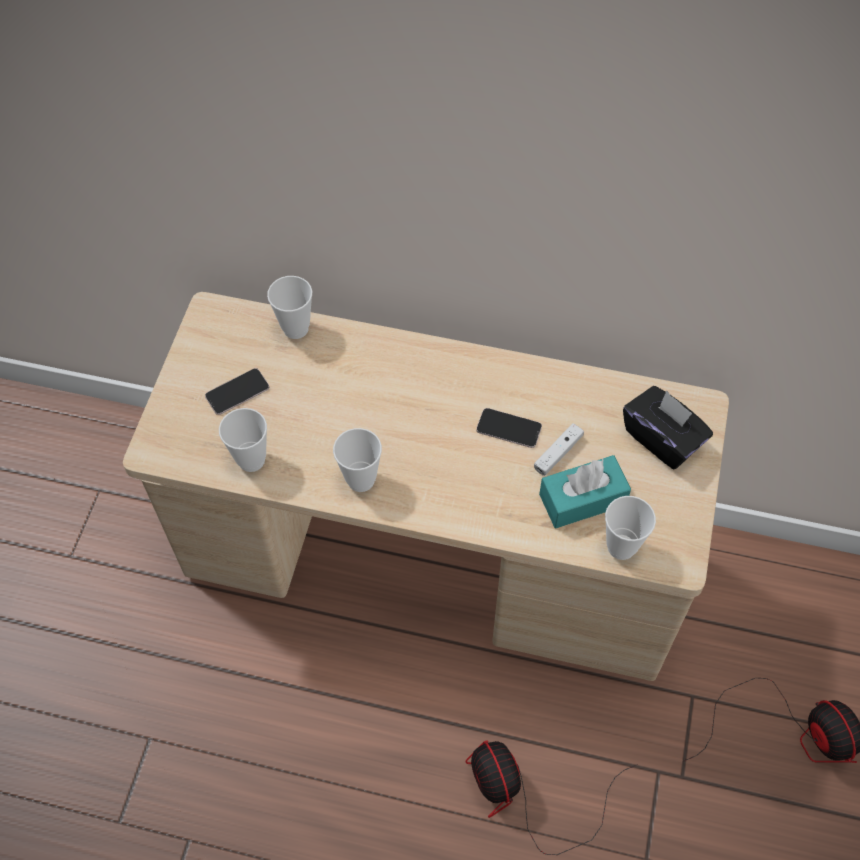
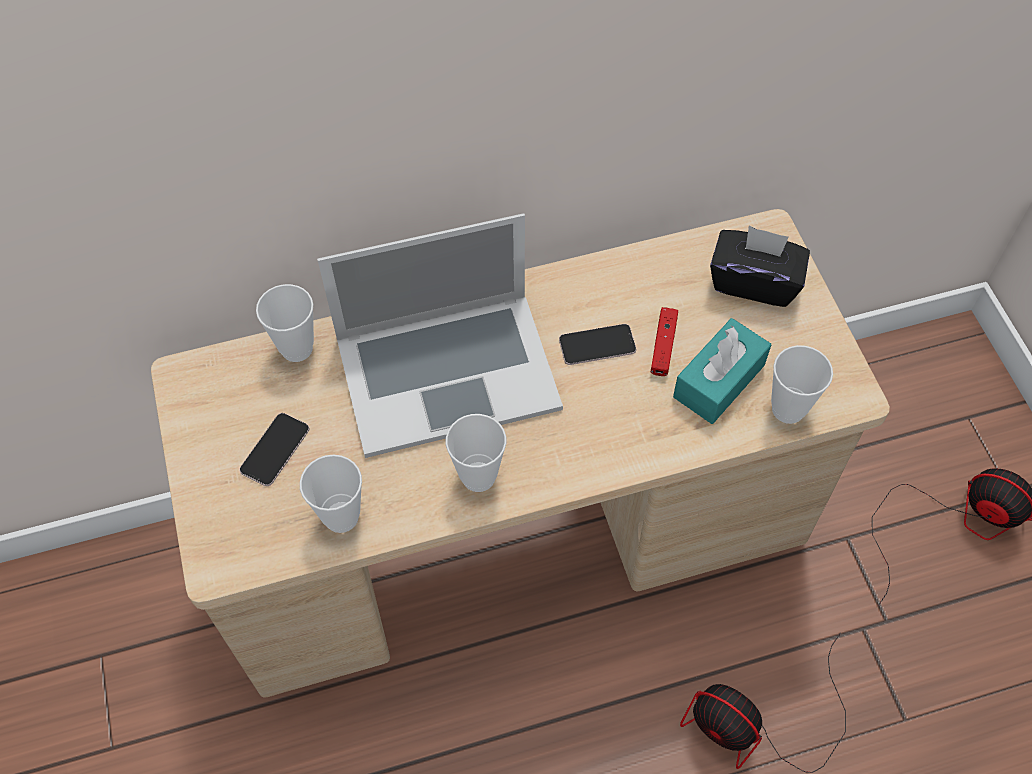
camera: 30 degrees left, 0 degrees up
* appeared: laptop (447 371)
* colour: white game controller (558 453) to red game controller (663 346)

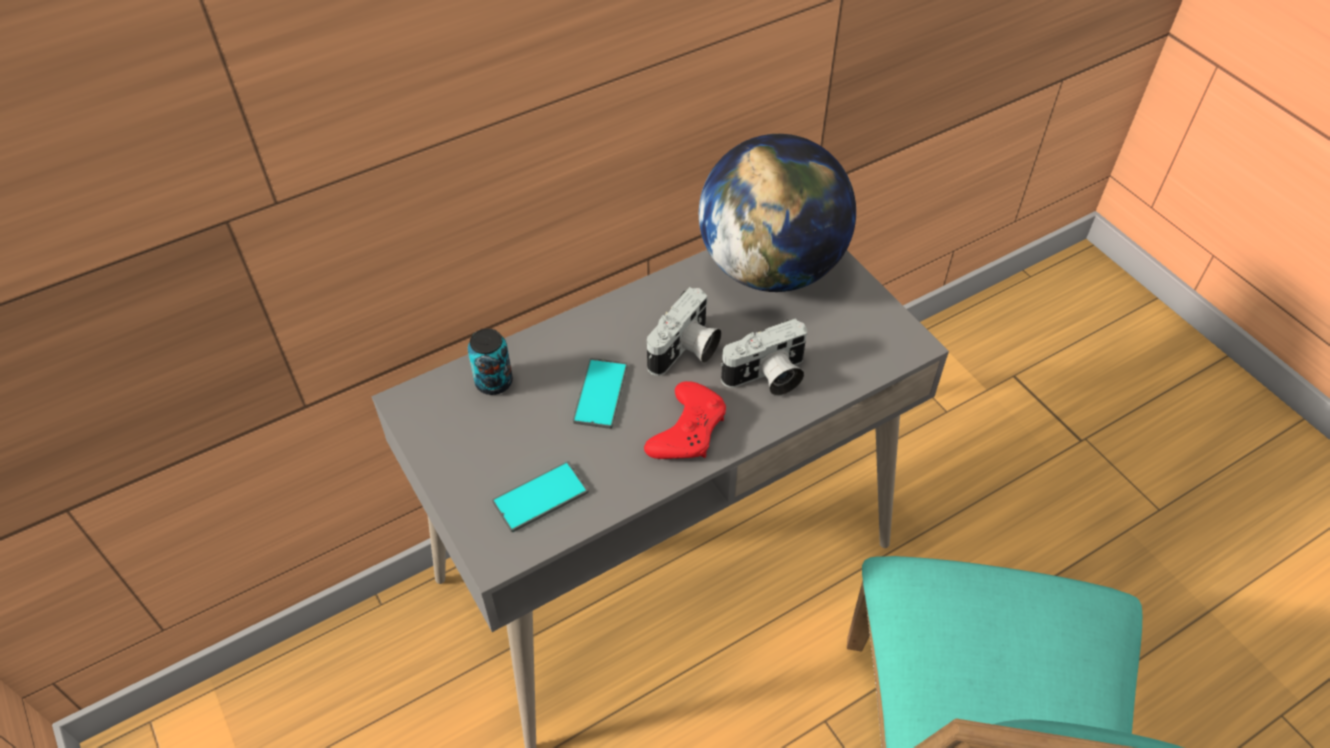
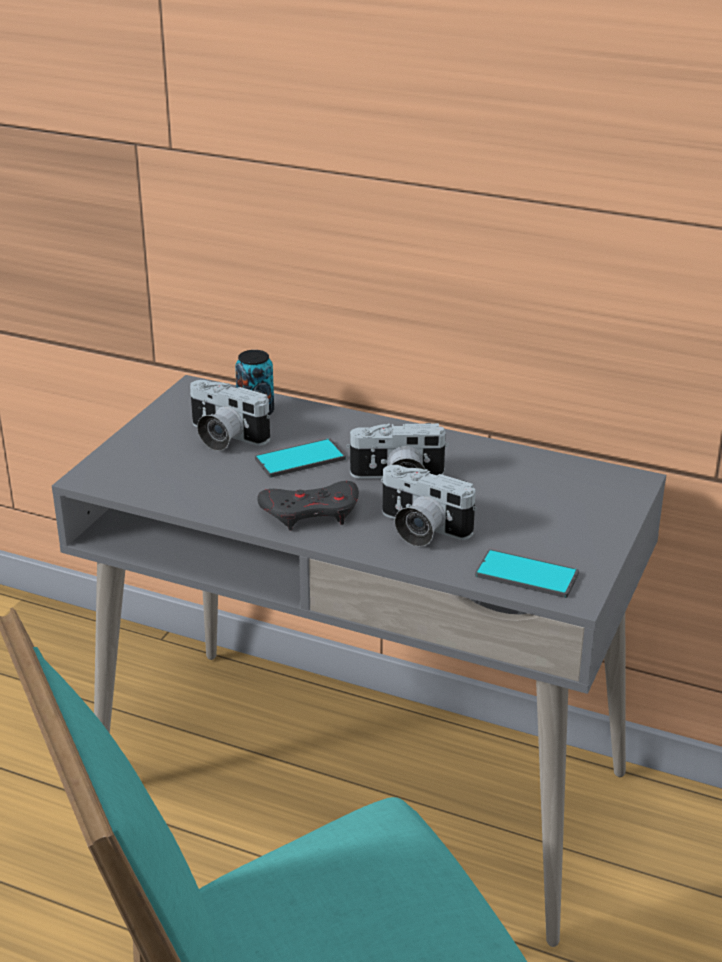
camera: 55 degrees right, 20 degrees down
* missing: globe (771 268)
* appeared: photo camera (223 437)
* relocated: phone (540 497) to (527 575)
* colour: red game controller (688 429) to grey game controller (311 512)

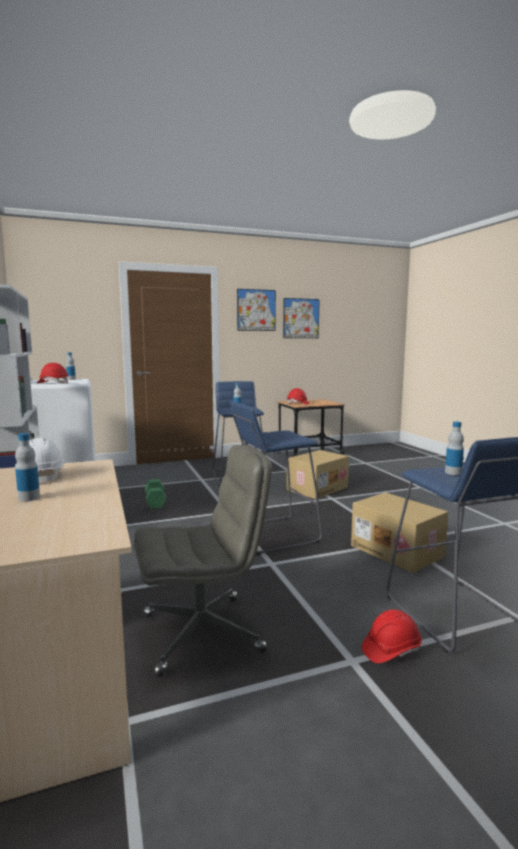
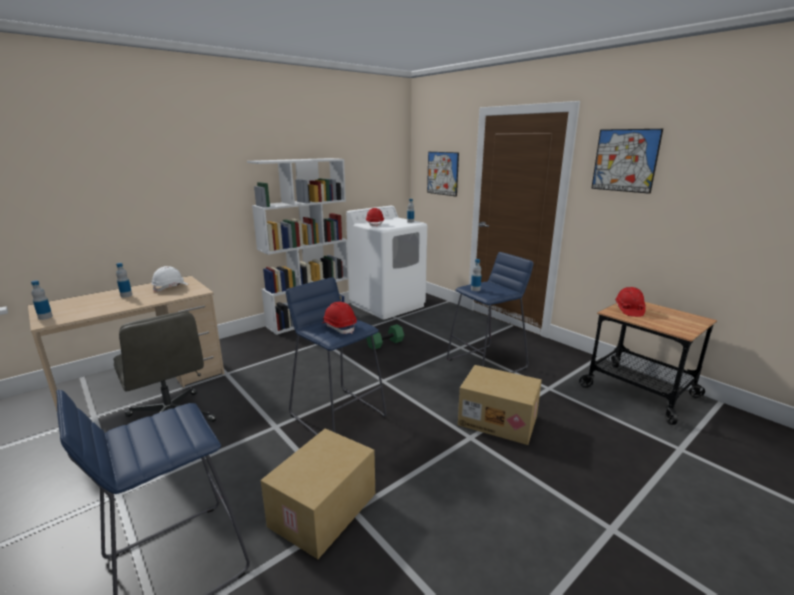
camera: 70 degrees right, 10 degrees up
* relocated: picture (301 318) to (442 173)
* relocated: red hard hat (391 650) to (339 327)
* relocated: bottle (453 472) to (45 317)

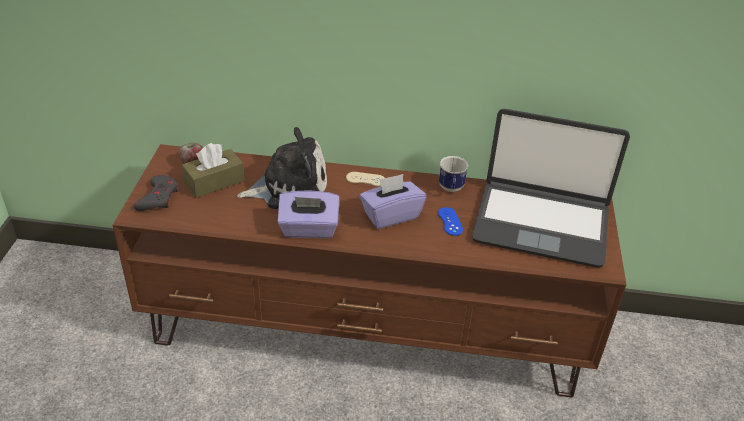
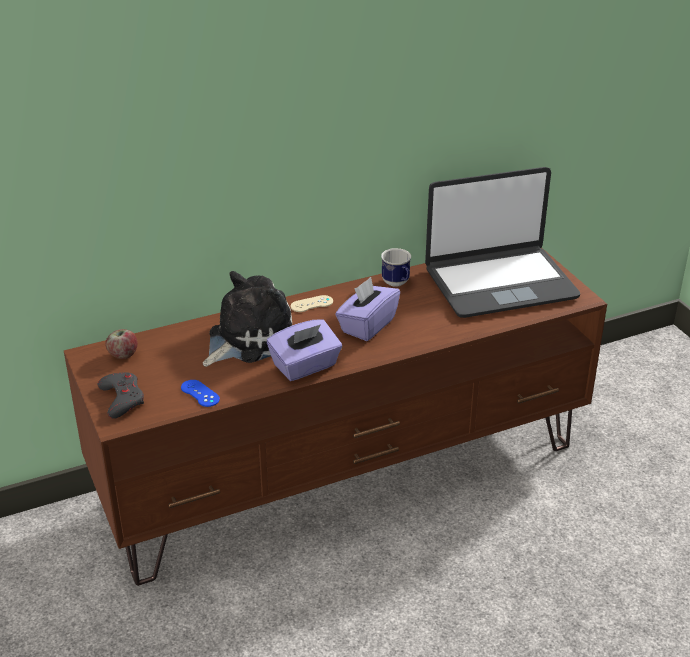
camera: 30 degrees left, 5 degrees down
* missing: brown tissue box (214 182)
* relocated: blue game controller (450 221) to (200 393)

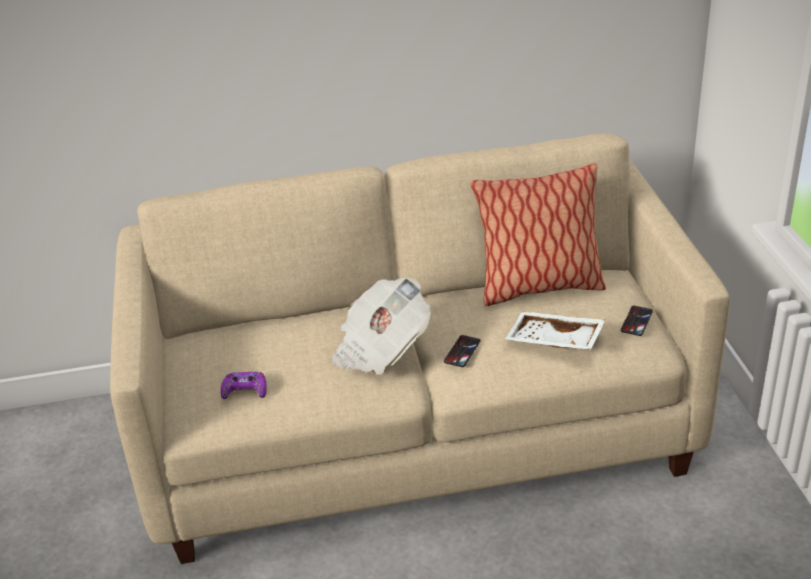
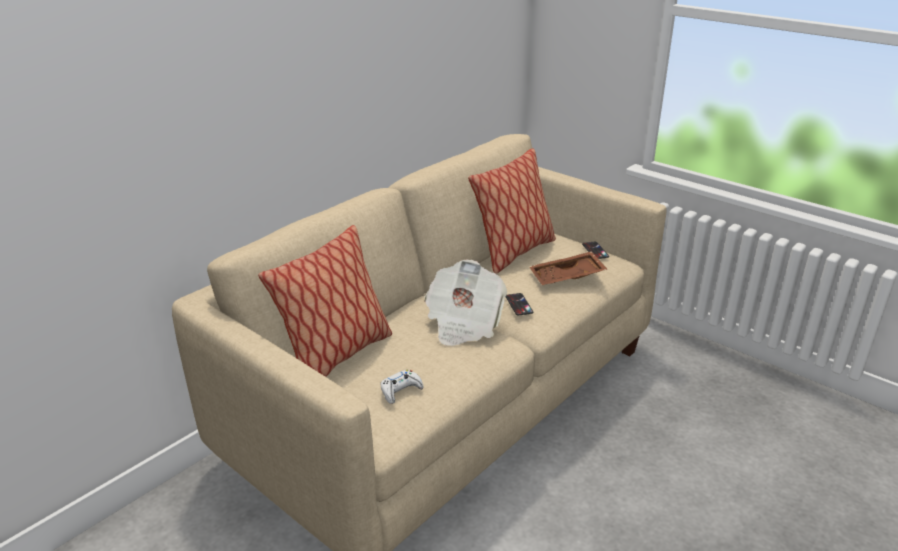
camera: 40 degrees left, 5 degrees down
* appeared: pillow (337 356)
* colour: purple game controller (245 390) to white game controller (400 390)
* colour: white tray (554 341) to brown tray (567 277)

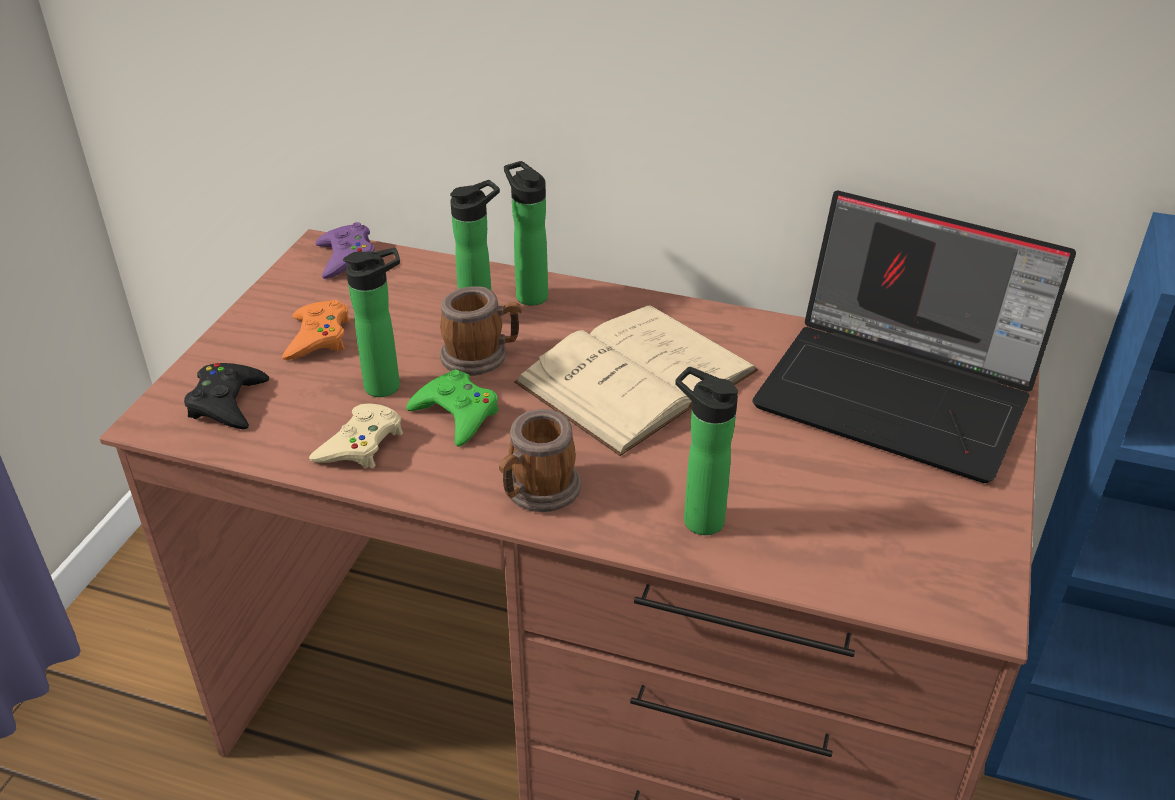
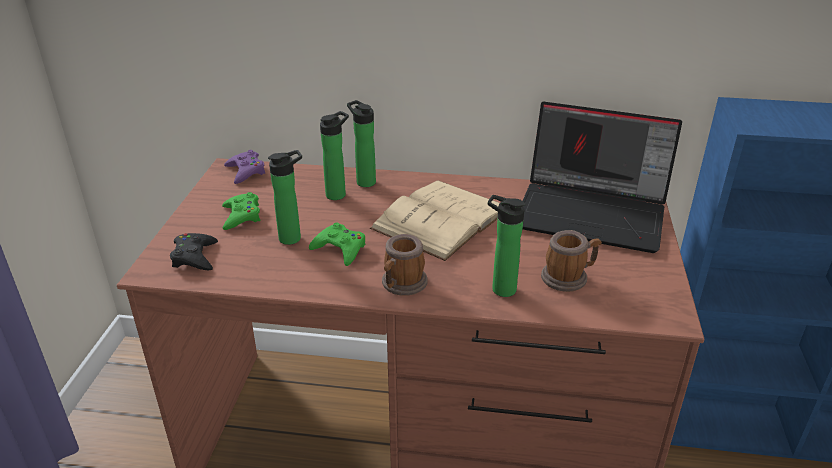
camera: 10 degrees left, 5 degrees down
* missing: beige game controller (360 444)
* relocated: mug (481 356) to (569 277)
* colour: orange game controller (318 337) to green game controller (241 216)

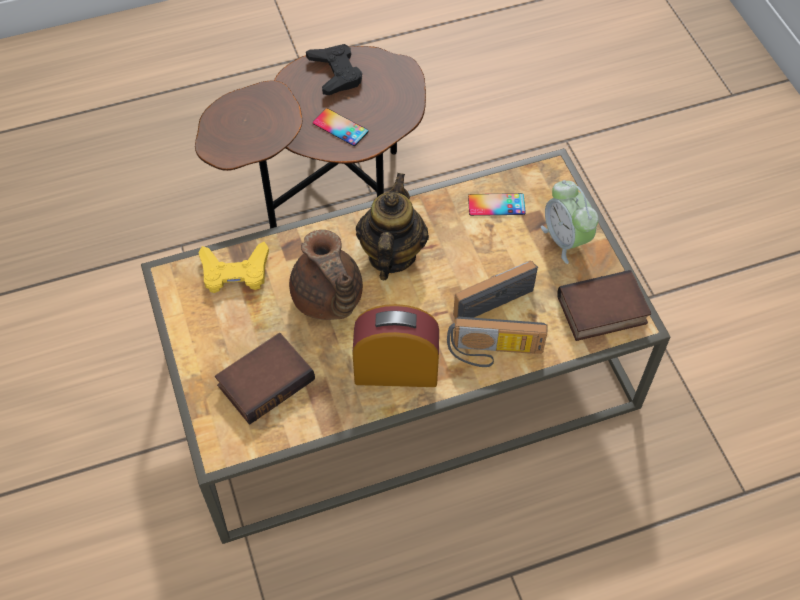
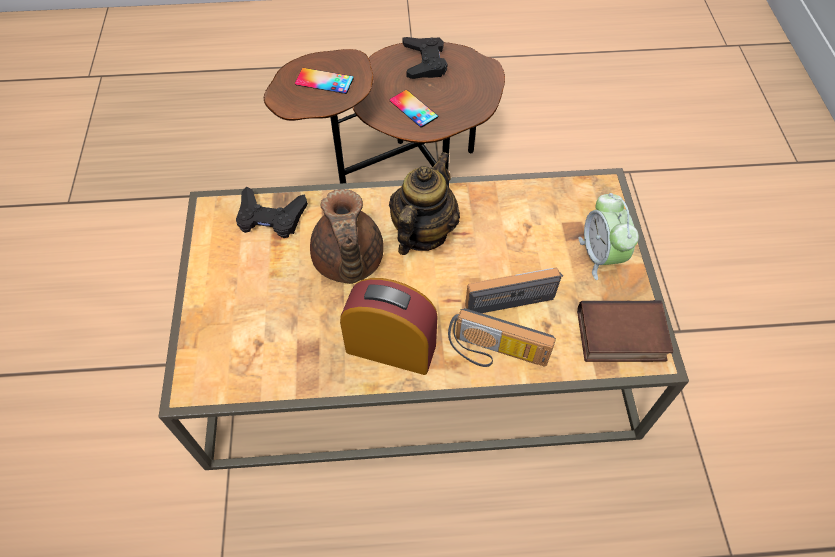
camera: 15 degrees right, 0 degrees up
* missing: book (265 380)
* relocated: phone (496 205) to (324 81)
* colour: yellow game controller (235 272) to black game controller (270 217)

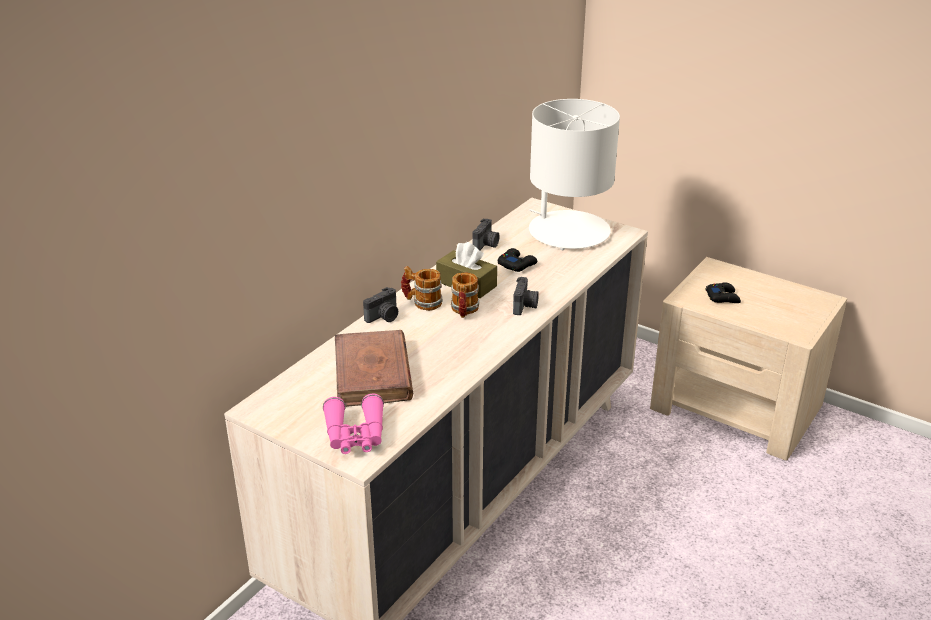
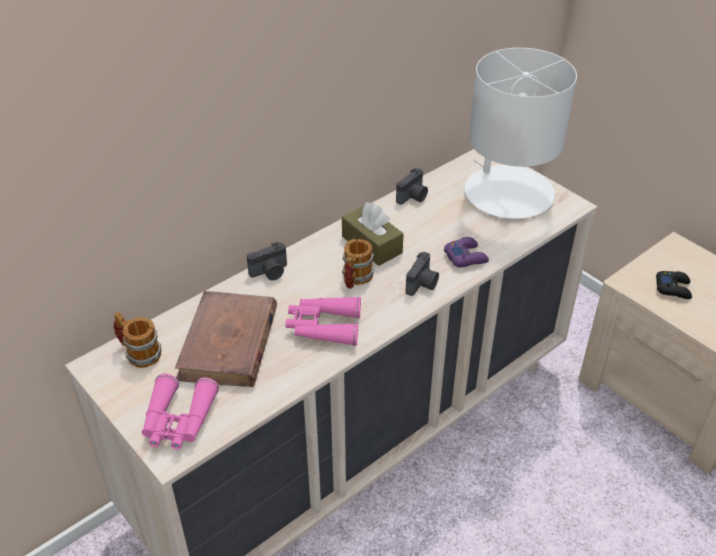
camera: 15 degrees right, 10 degrees up
* missing: black game controller (516 264)
* appeared: pink binoculars (323 326)
* appeared: purple game controller (466 257)
* relocated: mug (422 302) to (139 352)

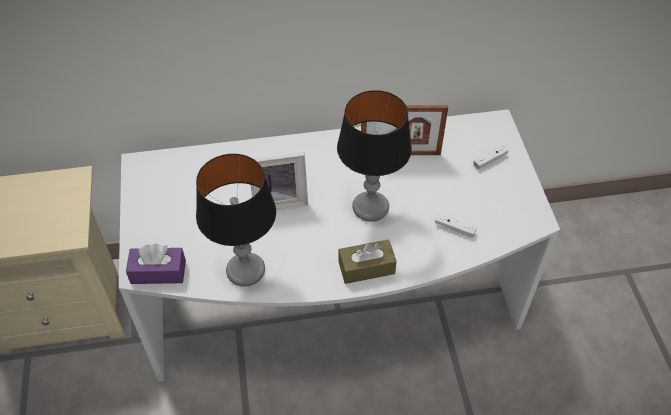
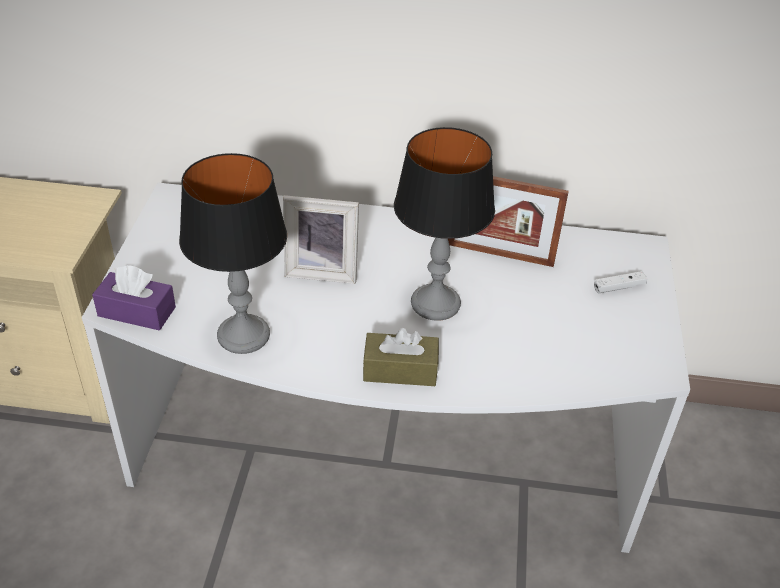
camera: 15 degrees right, 10 degrees down
* missing: white game controller (455 228)

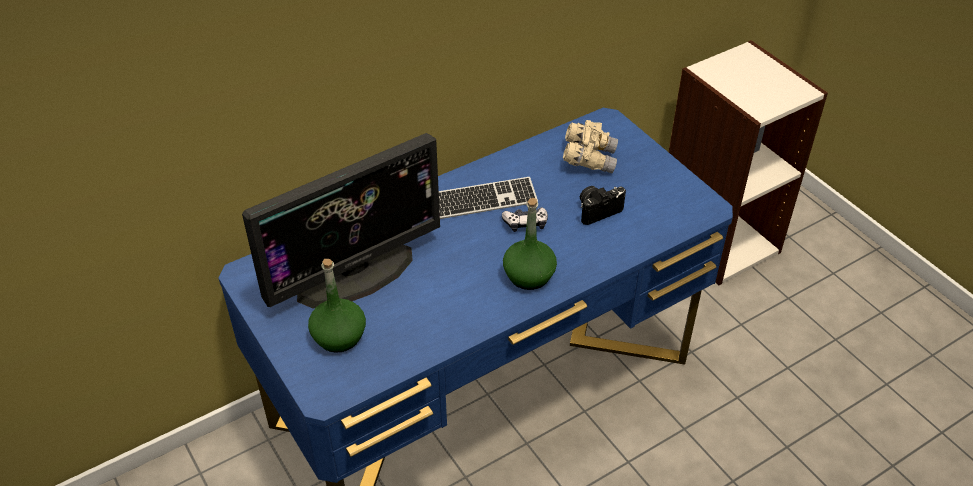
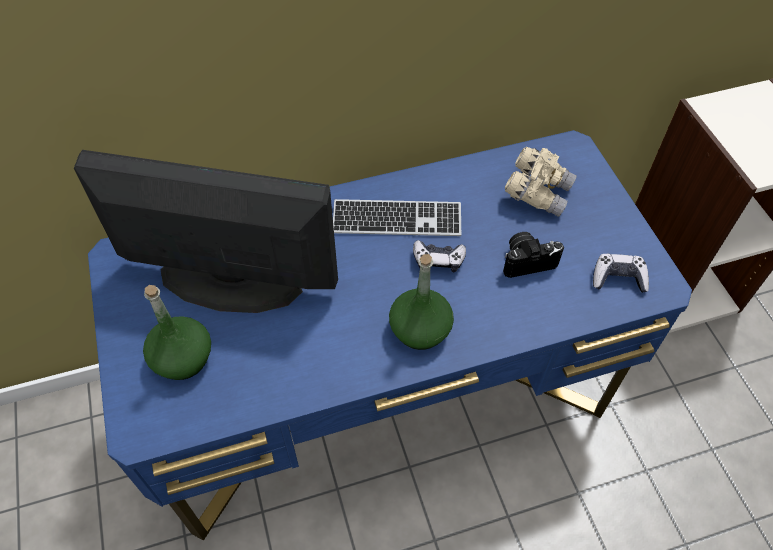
camera: 15 degrees right, 10 degrees up
* appeared: game controller (618 278)
* spun: monitor (355 273) = (230 281) 150 degrees counterclockwise

